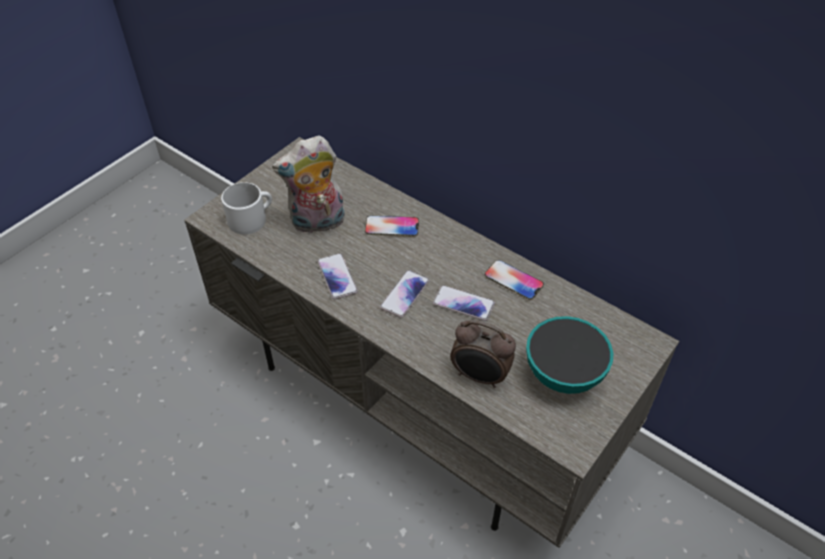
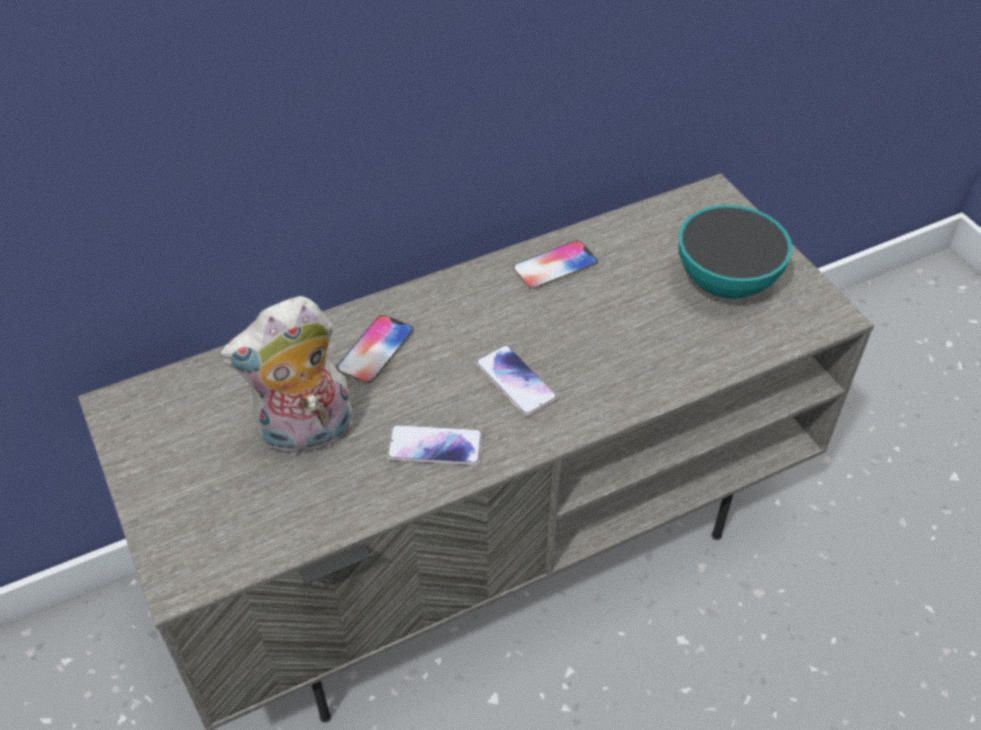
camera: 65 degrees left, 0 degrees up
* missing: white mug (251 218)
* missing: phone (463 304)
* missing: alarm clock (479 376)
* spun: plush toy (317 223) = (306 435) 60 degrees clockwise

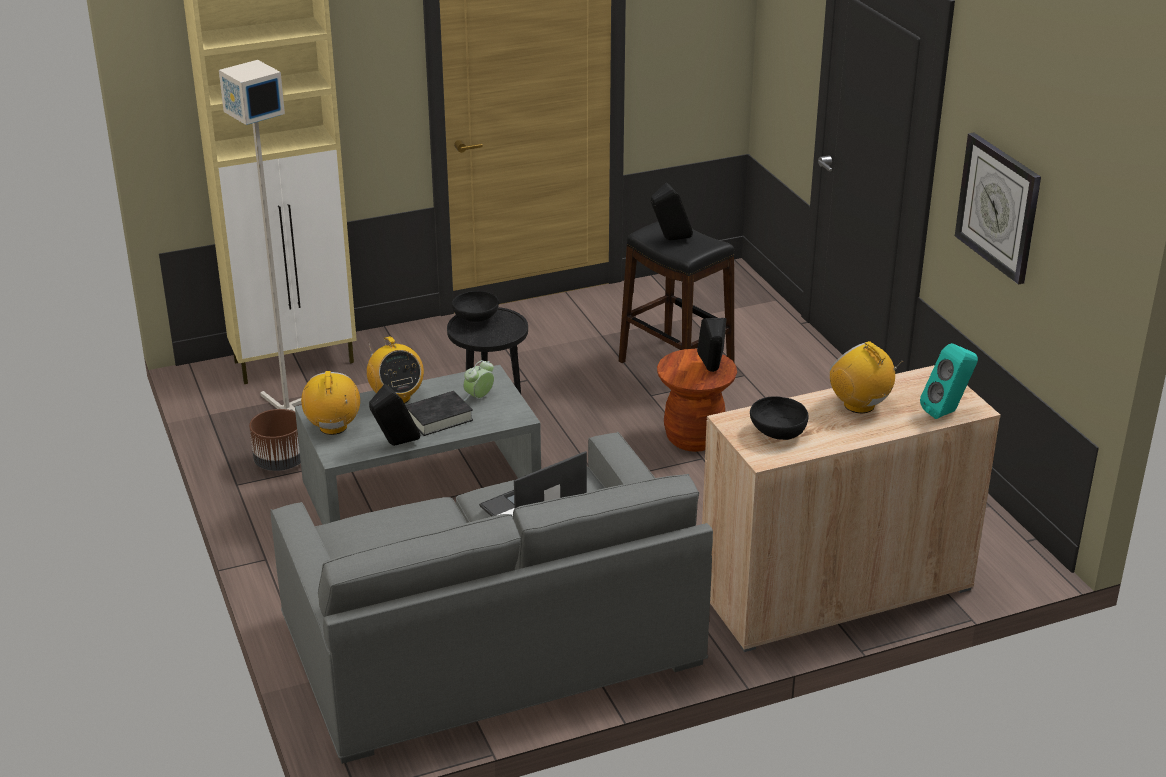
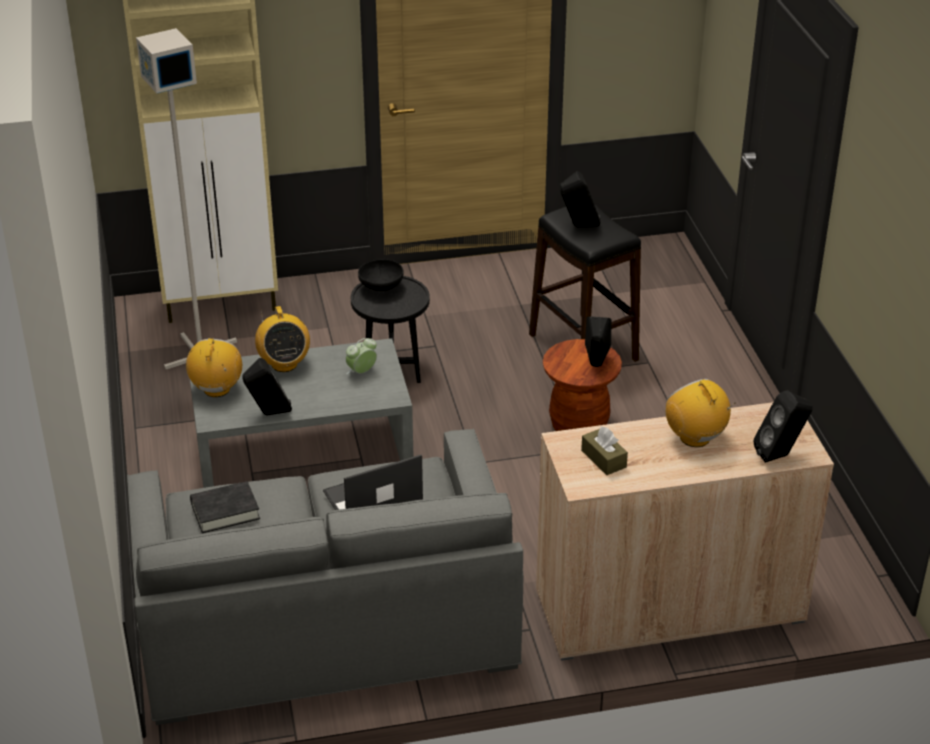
camera: 10 degrees right, 5 degrees up
* missing: brown planter (280 462)
* missing: wall clock (998 207)
* relocated: black book (438 418) to (225 511)
* exchanged: black bowl (777 432) to brown tissue box (603 459)
* colour: turquoise speaker (947 412) to black speaker (780 455)

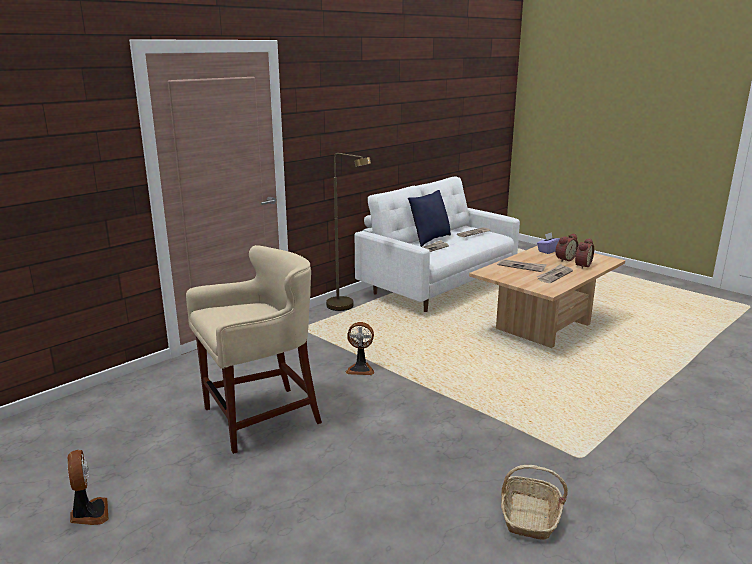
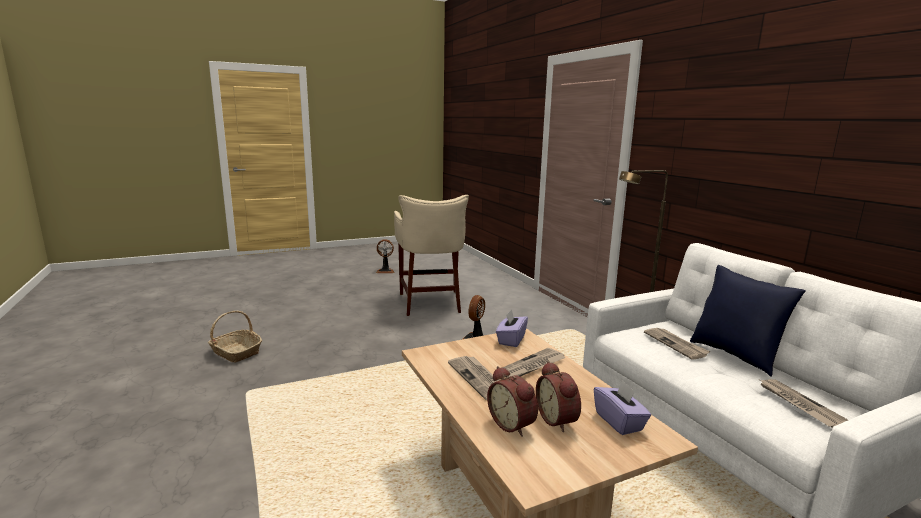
camera: 110 degrees right, 5 degrees down
* appeared: purple tissue box (511 340)

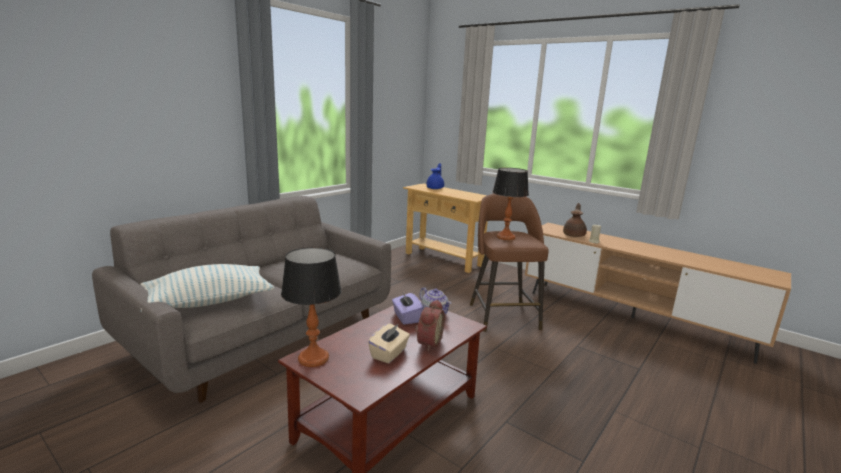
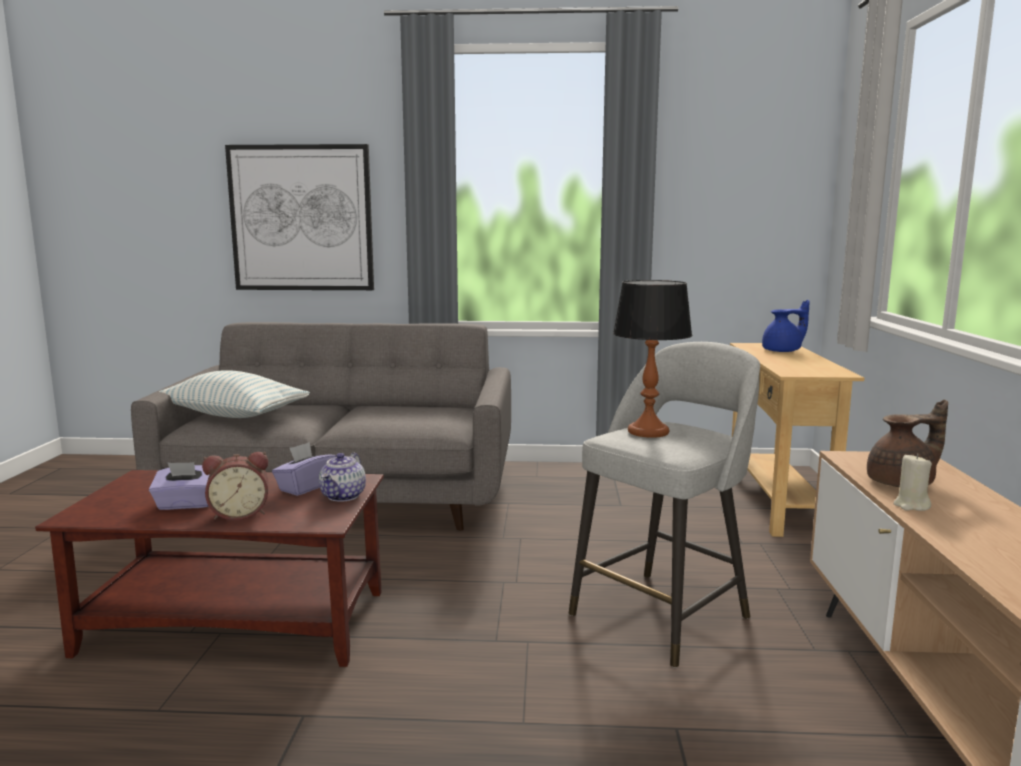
camera: 55 degrees right, 5 degrees down
* missing: table lamp (313 358)
* appeared: picture (301 218)
* colour: beige tissue box (389 354) to purple tissue box (186 504)
* colour: brown stool (503 315) to grey stool (663 614)

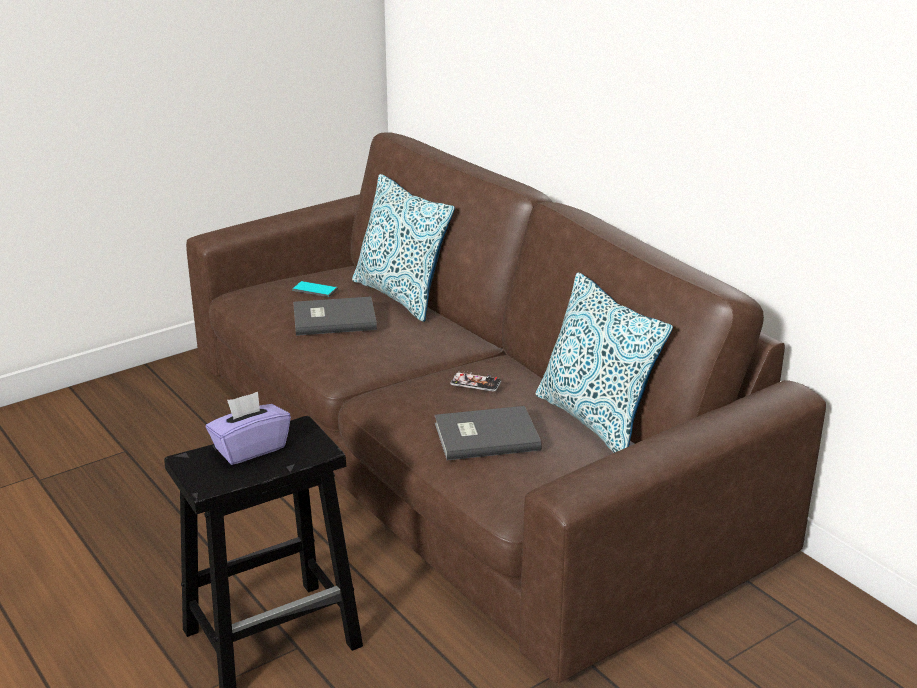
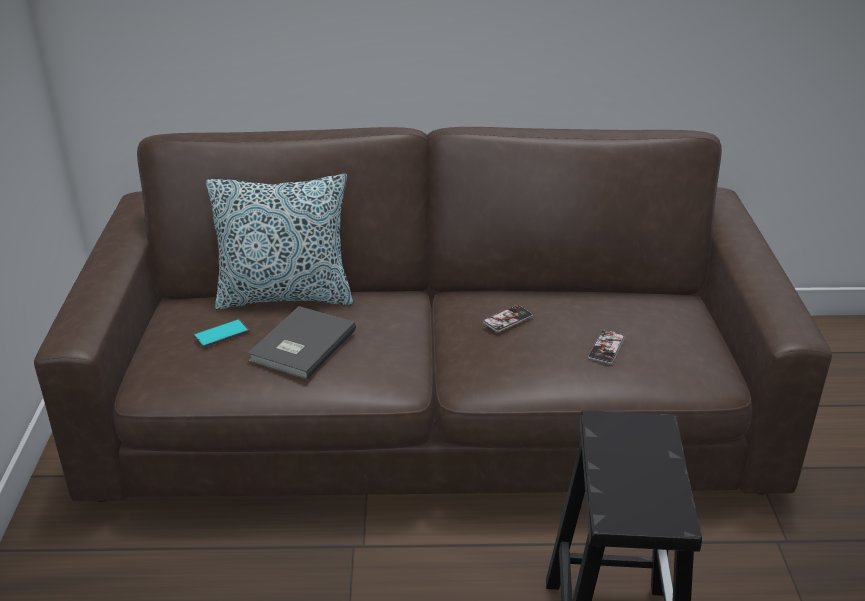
camera: 55 degrees left, 5 degrees up
* missing: purple tissue box (250 448)
* missing: pillow (595 421)
* exchanged: grey book (484 435) to phone (606 348)

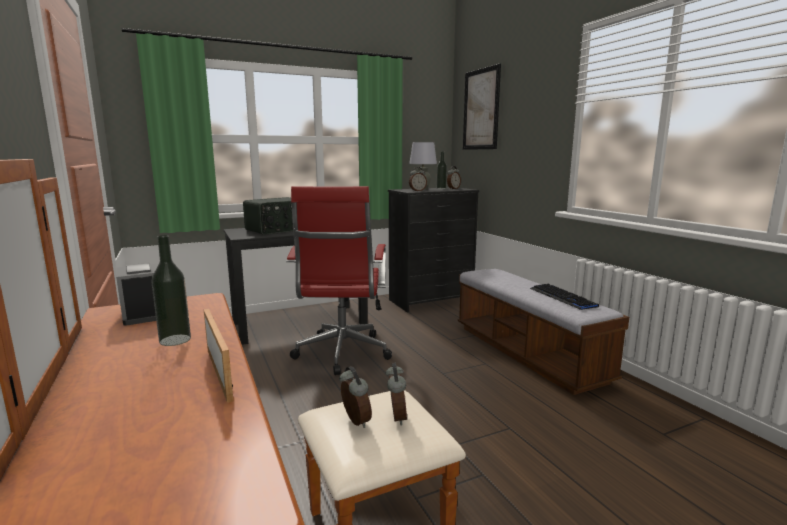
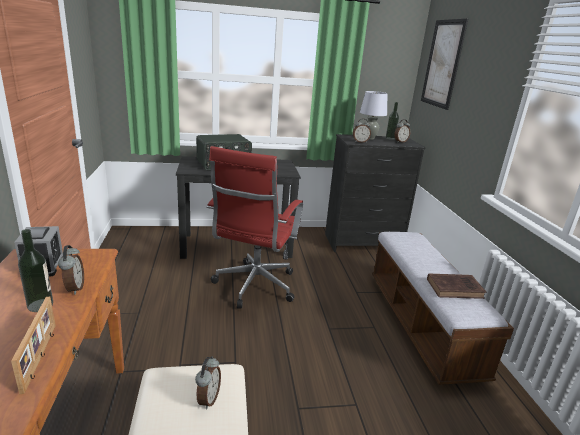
camera: 15 degrees right, 10 degrees up
* relocated: alarm clock (354 422) to (74 288)
* exchanged: keyboard (562 297) to brown book (456 289)

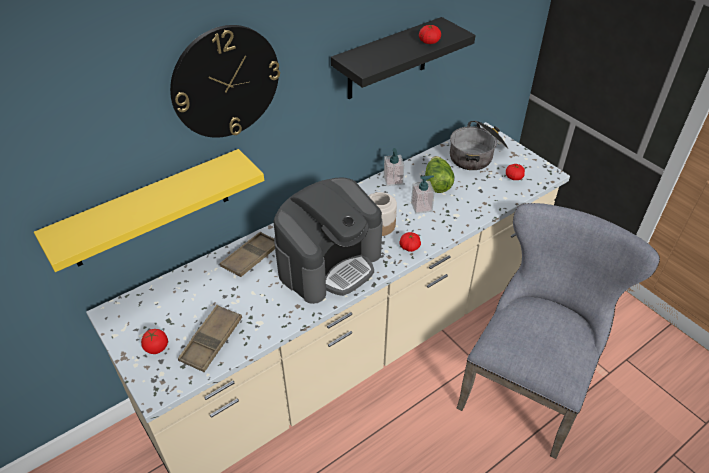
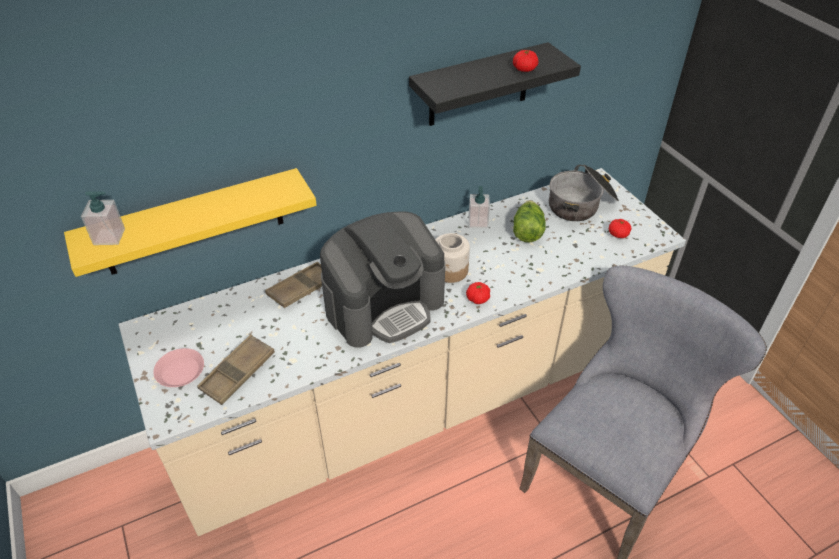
camera: 10 degrees right, 0 degrees up
* missing: wall clock (225 82)
* relocated: soap dispenser (421 207) to (109 237)
* exchanged: tomato (157 347) to pink plate (180 371)

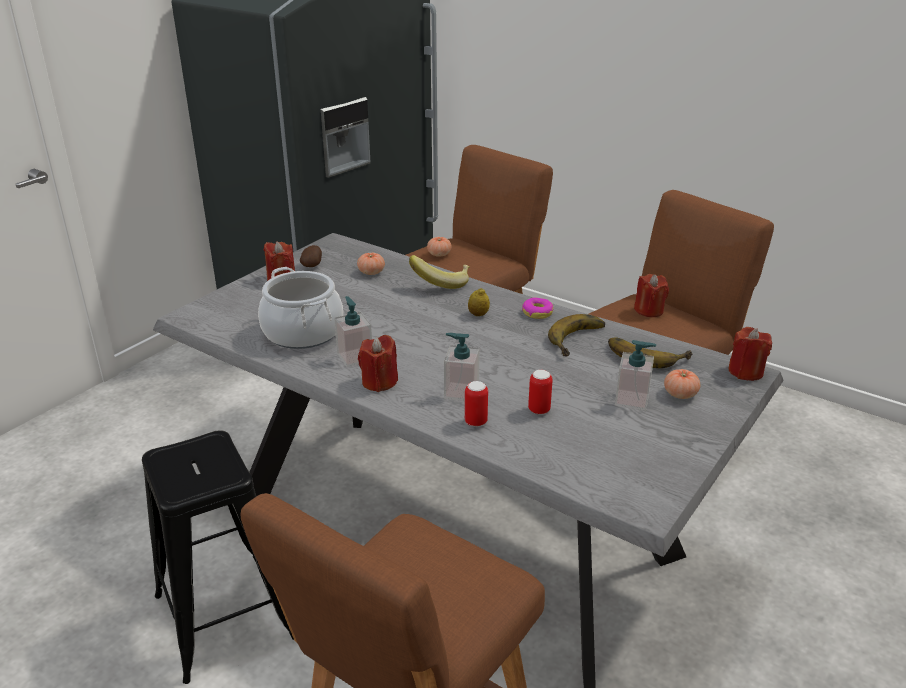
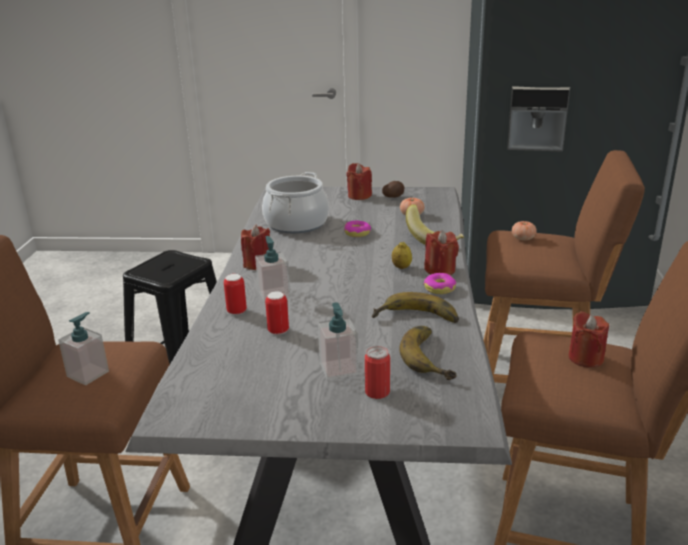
camera: 60 degrees right, 5 degrees down
* appeared: donut (357 233)
* relocated: soap dispenser (355 357) to (88 374)
* relocated: red candle (745 372) to (440 270)
* exchanged: tomato (680 394) to can (377 392)

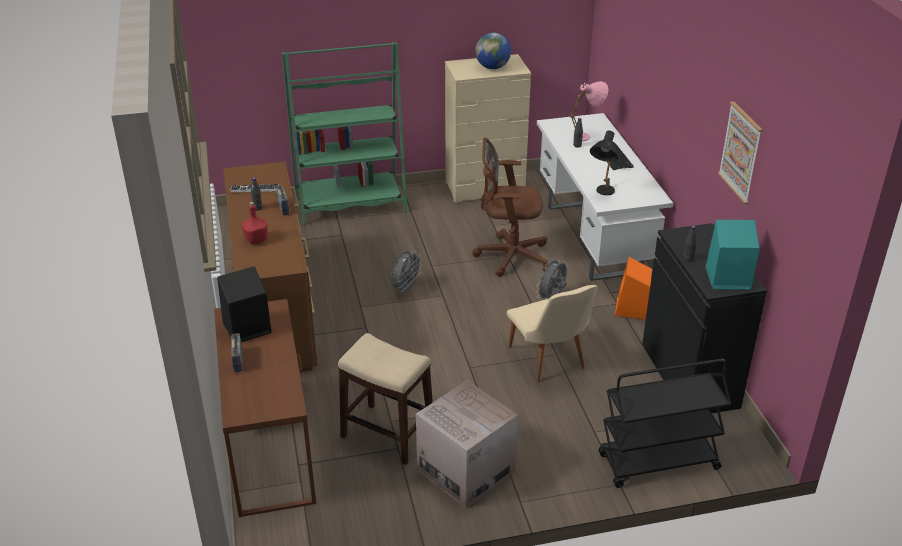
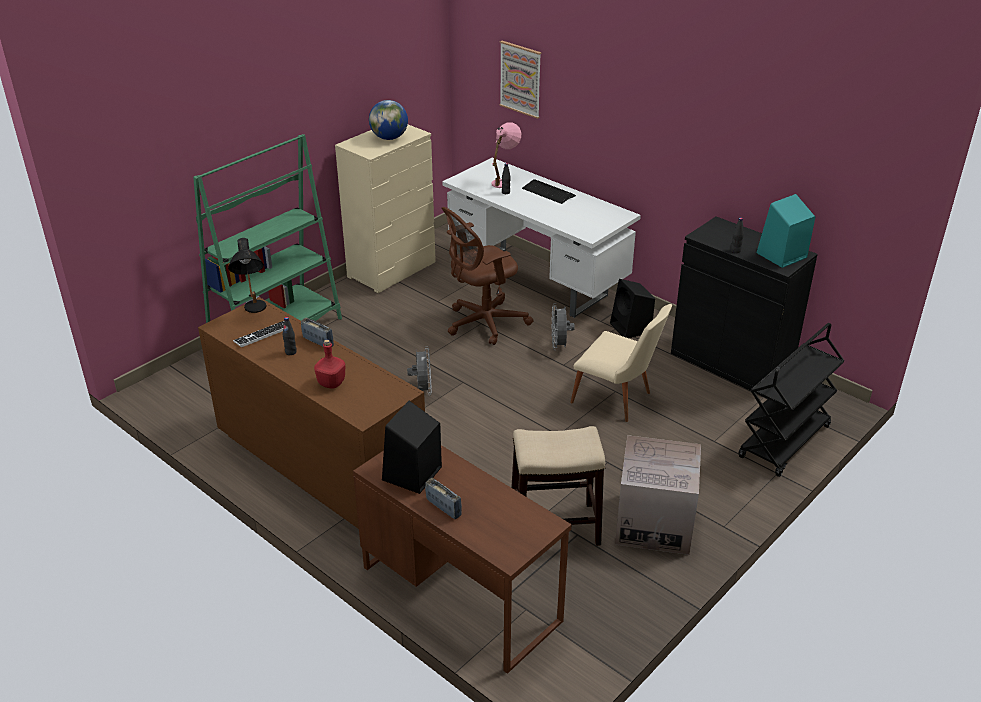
camera: 35 degrees left, 0 degrees up
* relocated: black table lamp (602 193) to (254 311)
* relocated: picture (741 152) to (520 79)
* colour: orange speaker (631 309) to black speaker (631 328)

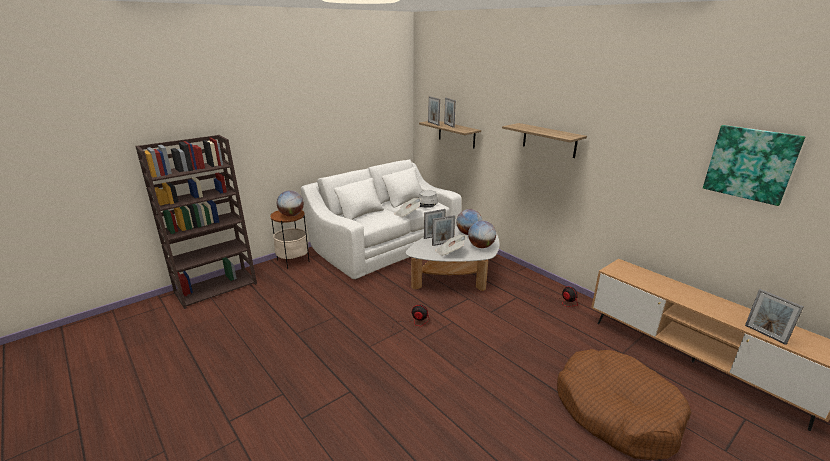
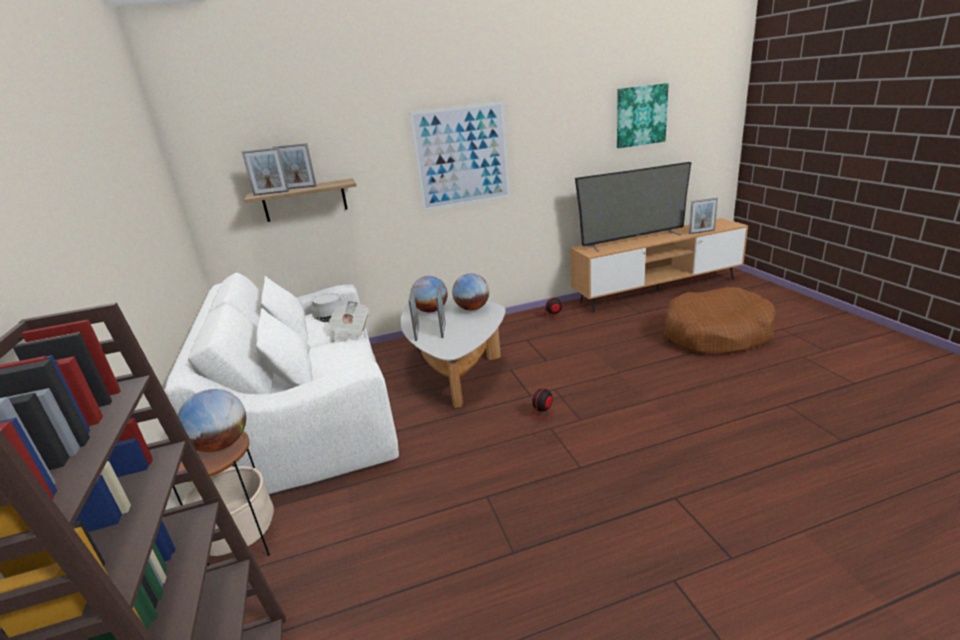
camera: 65 degrees left, 0 degrees up
* missing: newspaper (450 252)
* appeared: television (633 240)
* exchanged: shelf (549 140) to picture (462 157)

